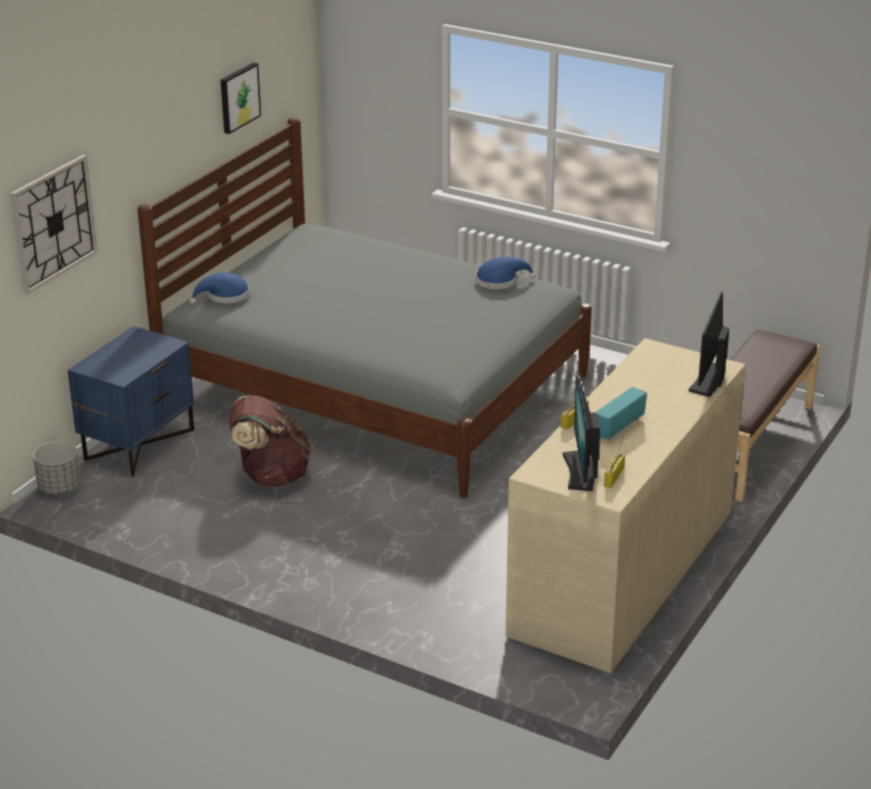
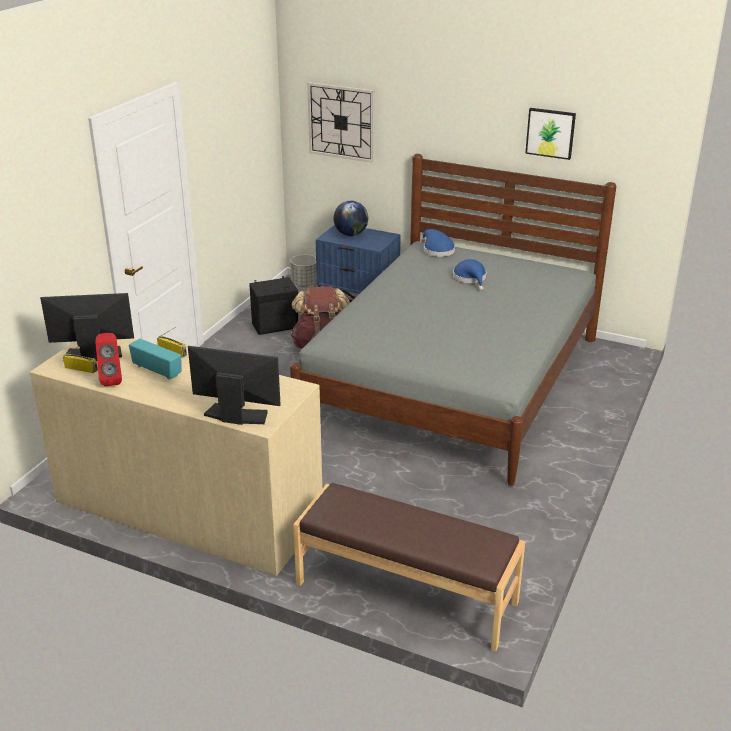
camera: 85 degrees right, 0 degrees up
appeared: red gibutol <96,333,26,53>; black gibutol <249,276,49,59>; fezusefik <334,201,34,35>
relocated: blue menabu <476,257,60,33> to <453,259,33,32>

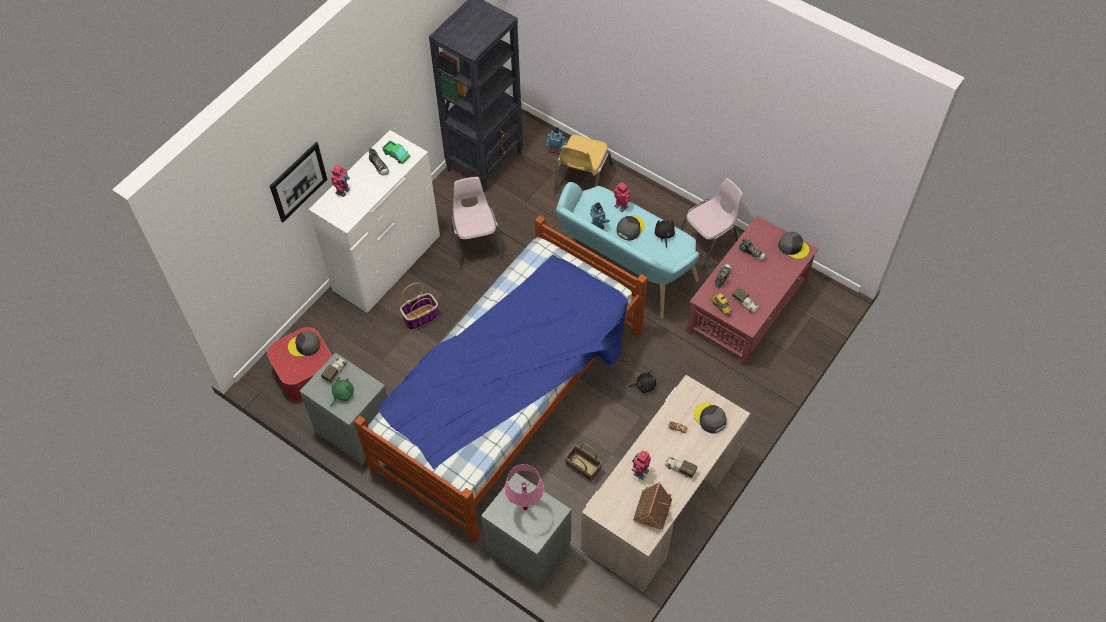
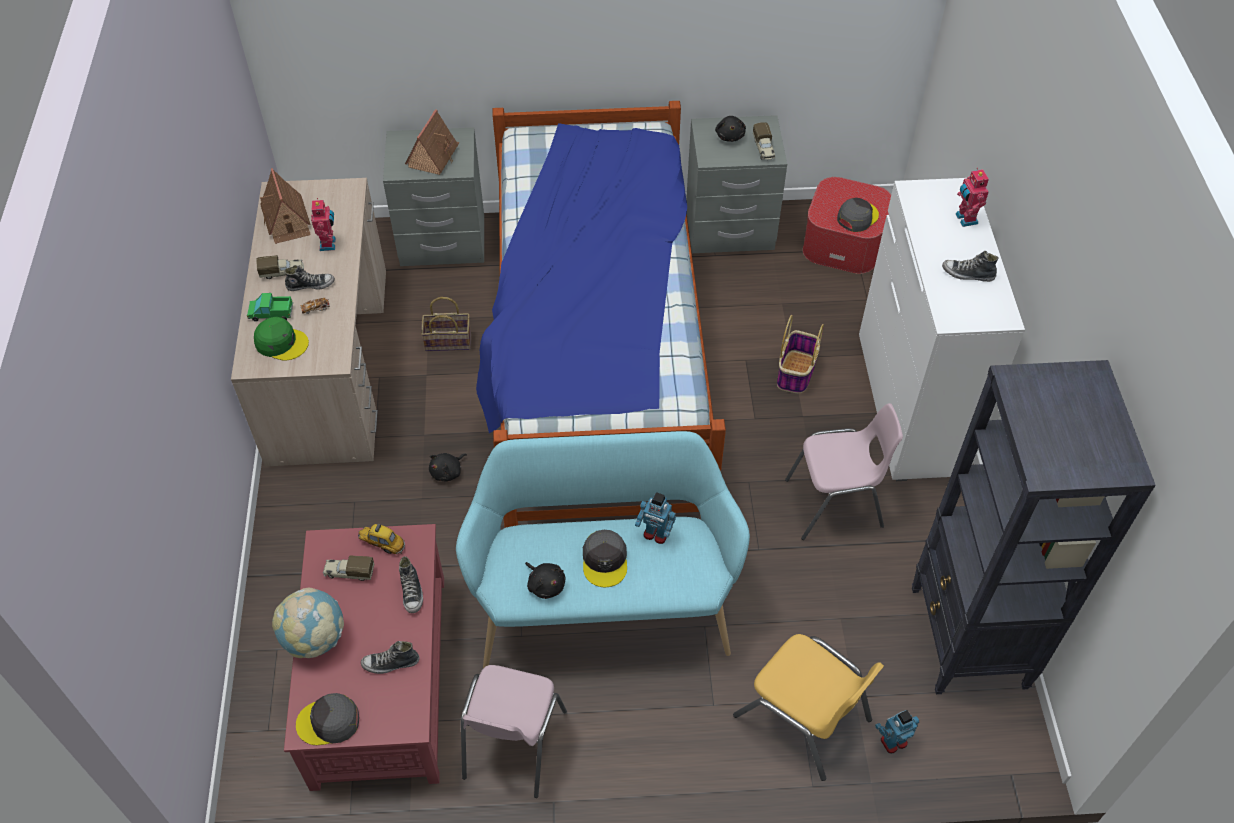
camera: 140 degrees right, 5 degrees down
missing: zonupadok <270,142,57,80>; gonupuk <613,182,18,30>
appeared: fezusefik <272,588,72,70>; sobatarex <284,265,51,26>
relocated: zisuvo <382,140,29,24> to <247,293,46,28>
exchanged: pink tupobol <504,464,40,46> to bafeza <405,109,55,66>
colour: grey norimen <694,402,32,31> to green norimen <254,317,55,44>; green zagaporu <330,377,24,30> to black zagaporu <715,116,31,26>
spun: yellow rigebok <554,135,59,59> = <733,634,151,147> 150 degrees clockwise; pink rigebok <451,177,52,92> = <785,403,118,137> 45 degrees counterclockwise

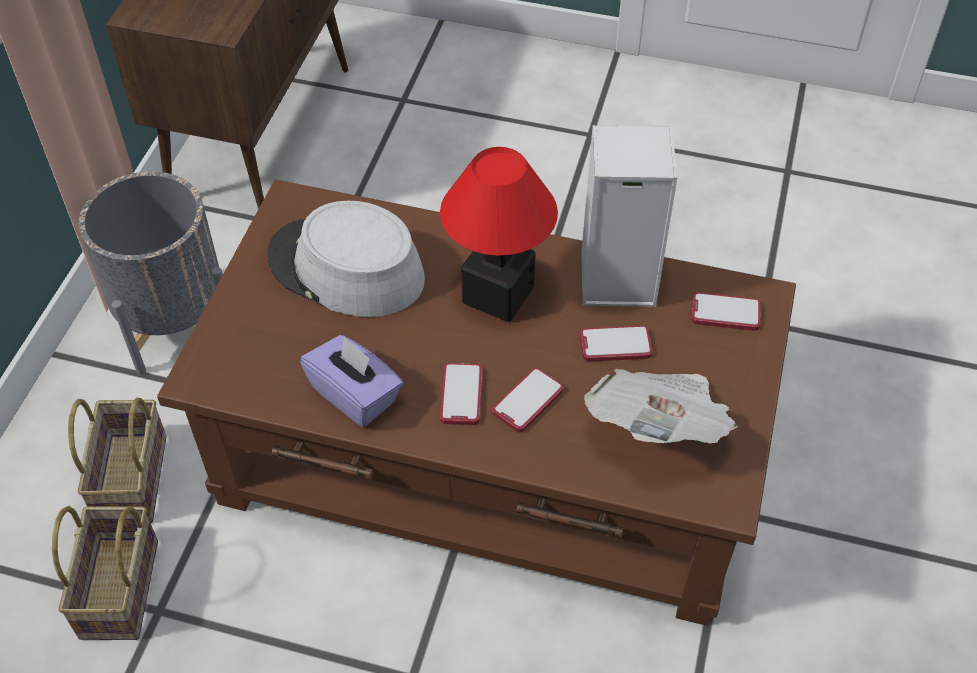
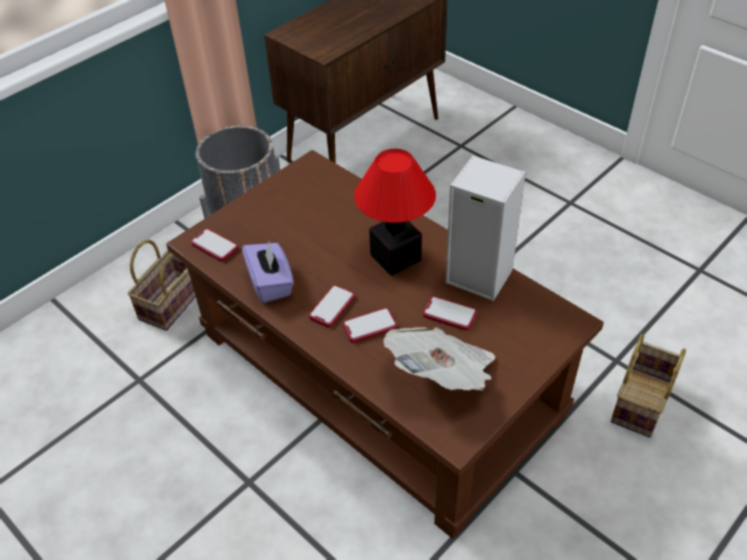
camera: 30 degrees right, 5 degrees down
missing: grey menabu <268,201,157,116>
relocated: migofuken <691,292,70,39> to <191,229,47,33>; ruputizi <52,506,106,134> to <611,334,75,103>

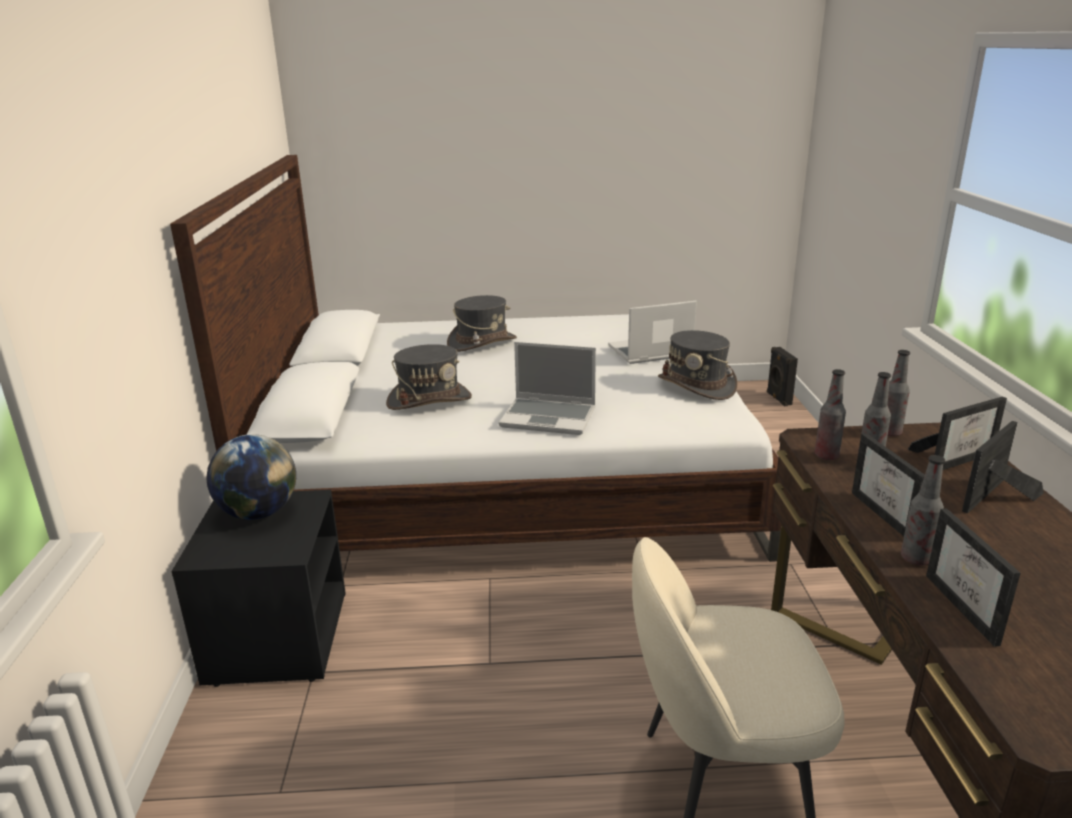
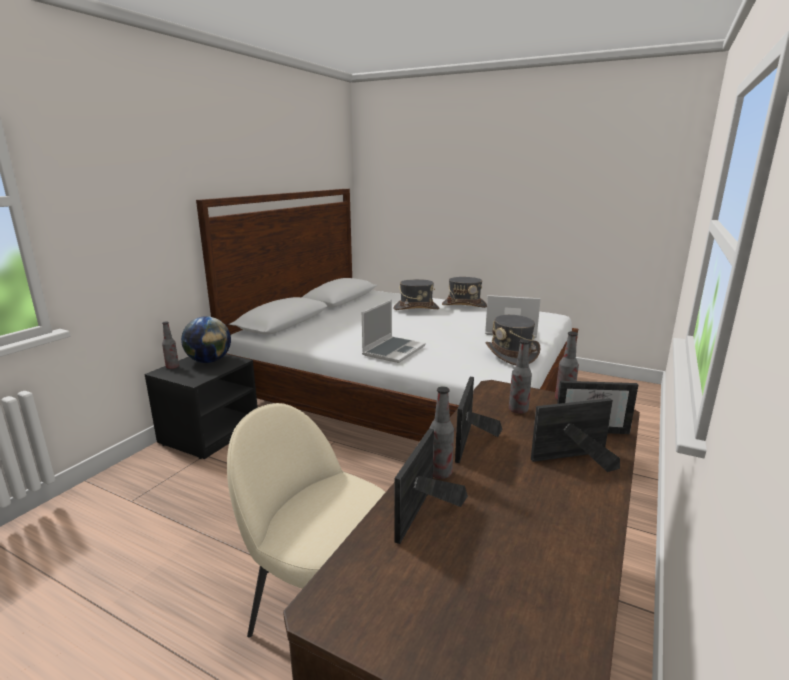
camera: 30 degrees right, 5 degrees down
missing: black gibutol <767,347,31,59>
relocated: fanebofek <815,369,31,91> to <162,321,17,48>; grey menabu <386,344,86,66> to <442,277,45,31>
spun: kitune <499,342,97,93> = <362,299,64,64> 105 degrees counterclockwise

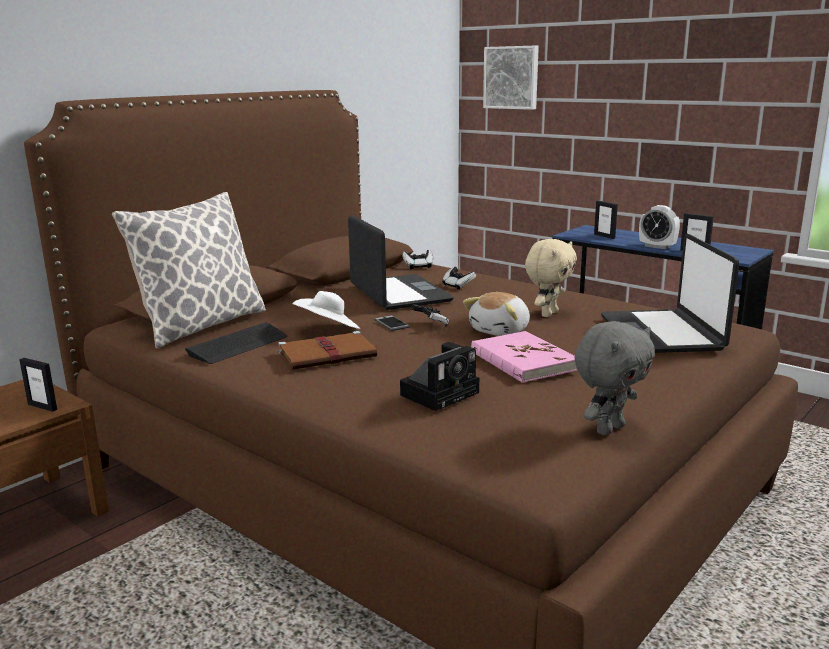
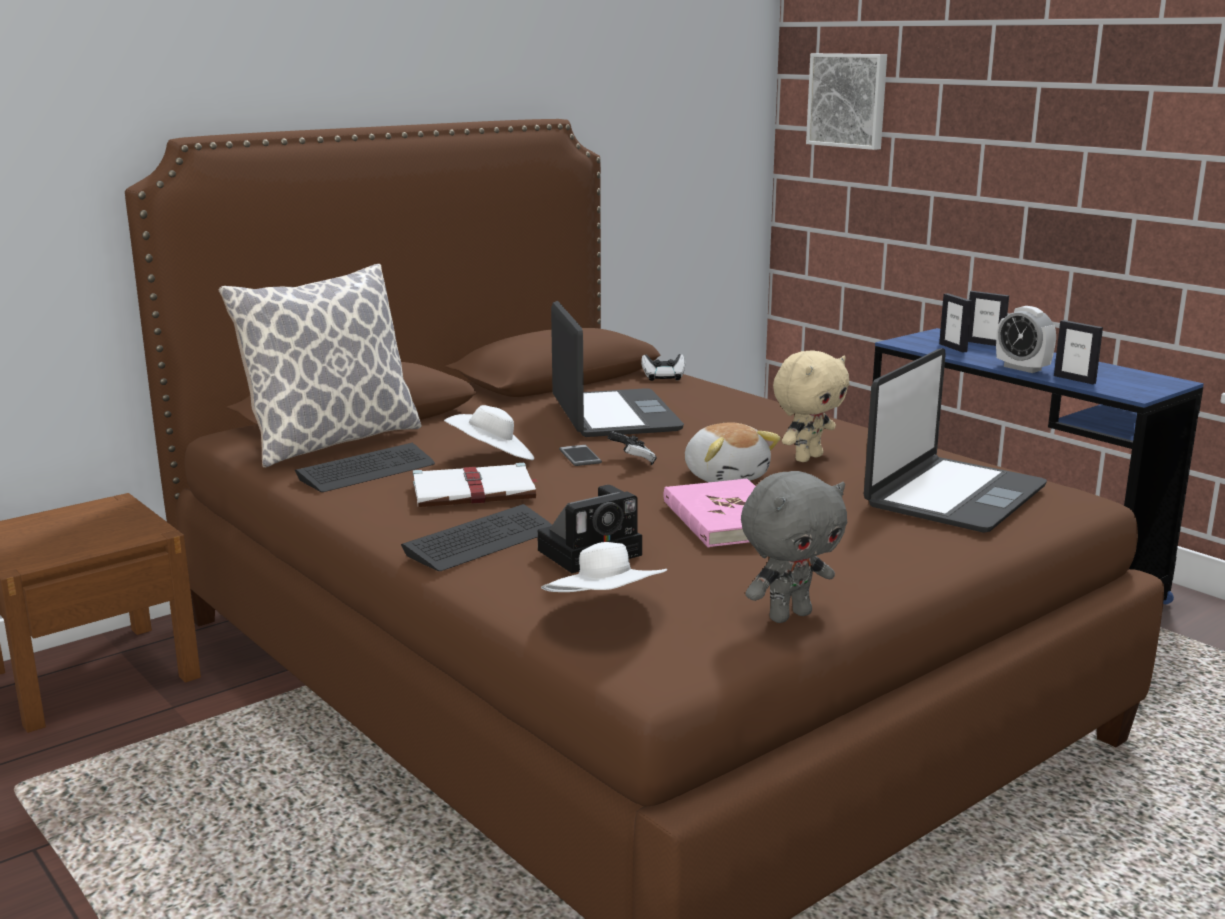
camera: 10 degrees right, 0 degrees up
missing: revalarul <442,267,34,23>
appeared: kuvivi <401,504,151,67>; white menabu <541,542,126,50>
relocated: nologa <19,358,38,54> to <968,291,41,55>
colour: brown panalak <278,331,99,39> to white panalak <412,463,127,44>
spun: zagaporu <463,292,67,44> = <685,422,96,60> 75 degrees counterclockwise; kitune <601,233,138,120> = <864,348,183,185> 150 degrees counterclockwise

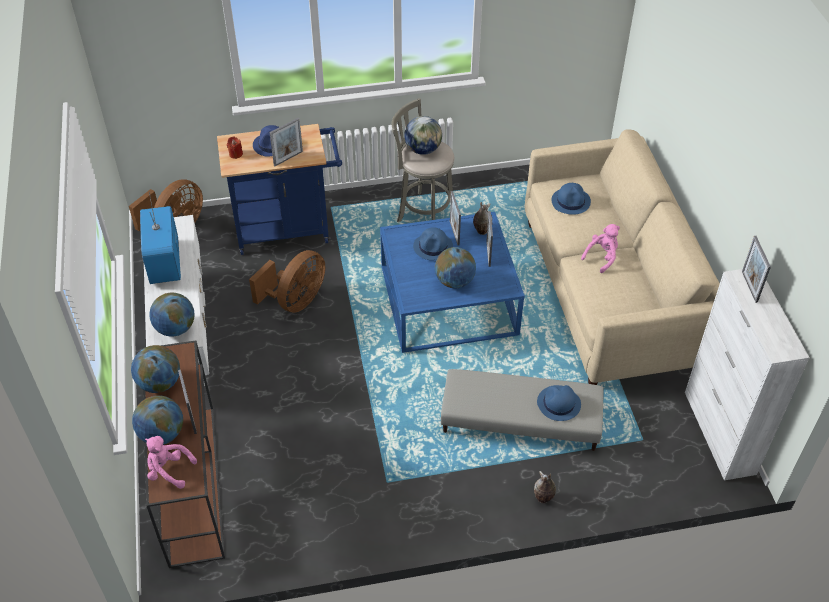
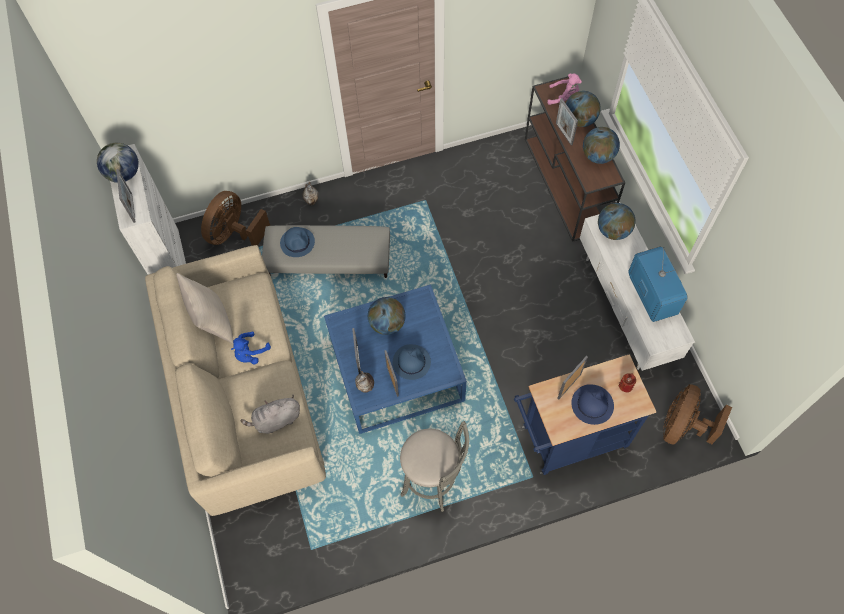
camera: 175 degrees right, 15 degrees up
appeared: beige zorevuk <176,273,57,71>
relocated: fezusefik <404,116,38,39> to <97,143,42,40>; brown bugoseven <249,250,76,63> to <201,191,69,55>
exchanged: blue menabu <552,183,39,32> to grey zagaporu <240,395,60,39>
colour: pink zagaporu <581,224,39,49> to blue zagaporu <231,331,40,33>

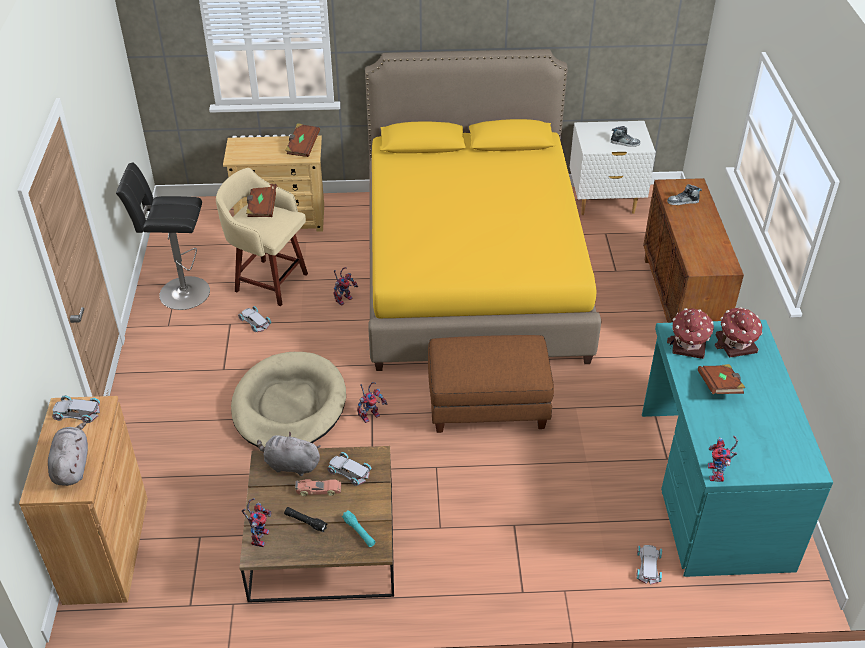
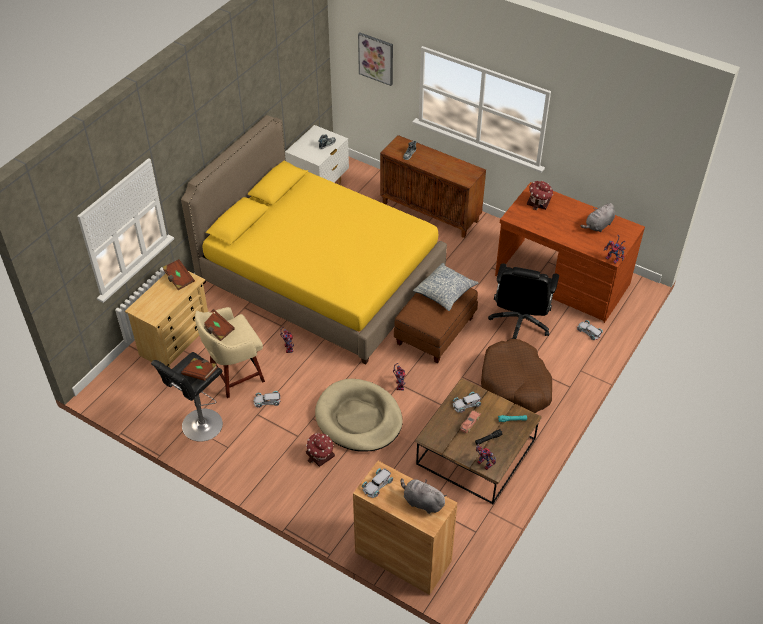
camera: 55 degrees left, 5 degrees up
appeared: zonupadok <358,33,35,53>; zorevuk <413,263,65,48>; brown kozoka <481,339,71,74>; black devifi <488,264,71,75>
relocated: brown panalak <698,364,47,30> to <181,358,37,23>; bafeza <667,308,47,51> to <306,433,29,34>; grey zagaporu <257,432,64,44> to <581,203,34,29>
colour: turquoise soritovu <642,320,191,257> to brown soritovu <495,182,150,141>

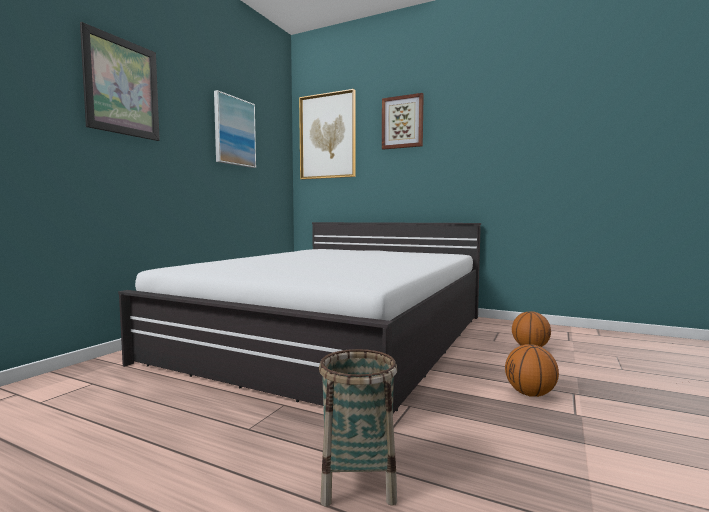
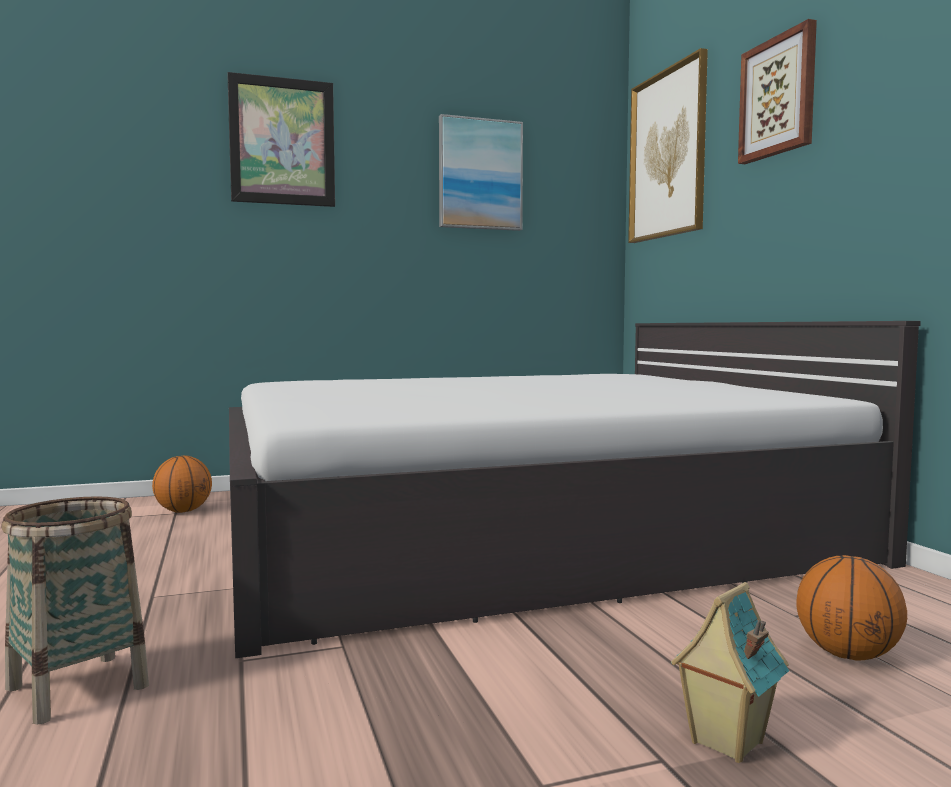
camera: 45 degrees right, 0 degrees up
appeared: bafeza <671,582,118,181>
relocated: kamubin <505,344,54,53> to <152,455,60,58>

